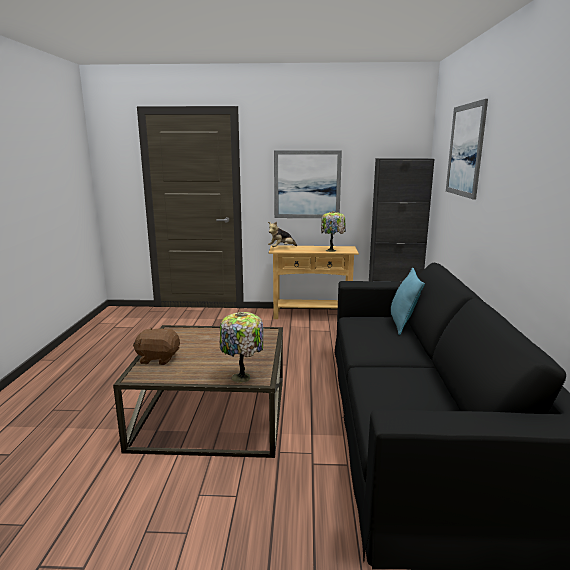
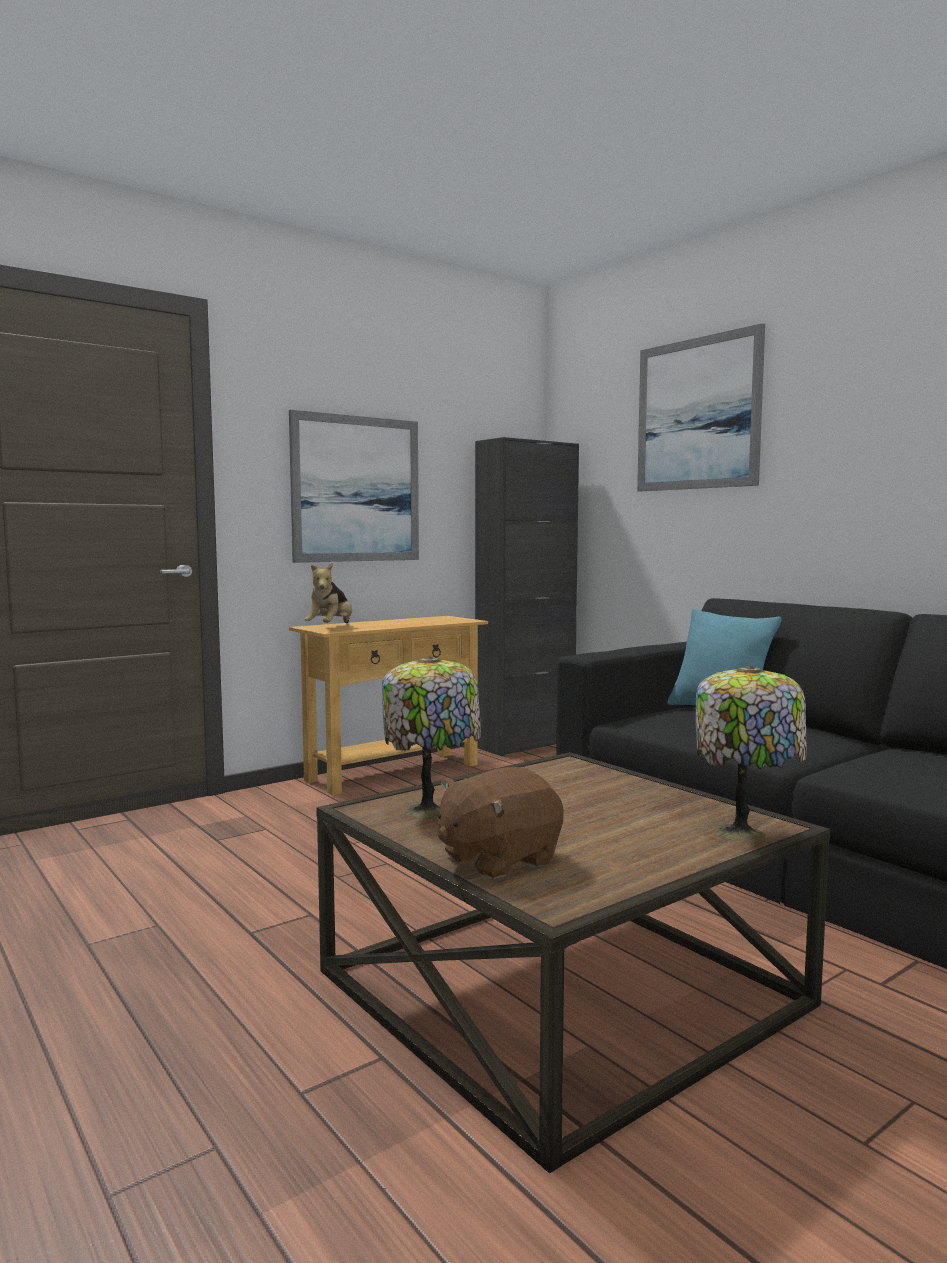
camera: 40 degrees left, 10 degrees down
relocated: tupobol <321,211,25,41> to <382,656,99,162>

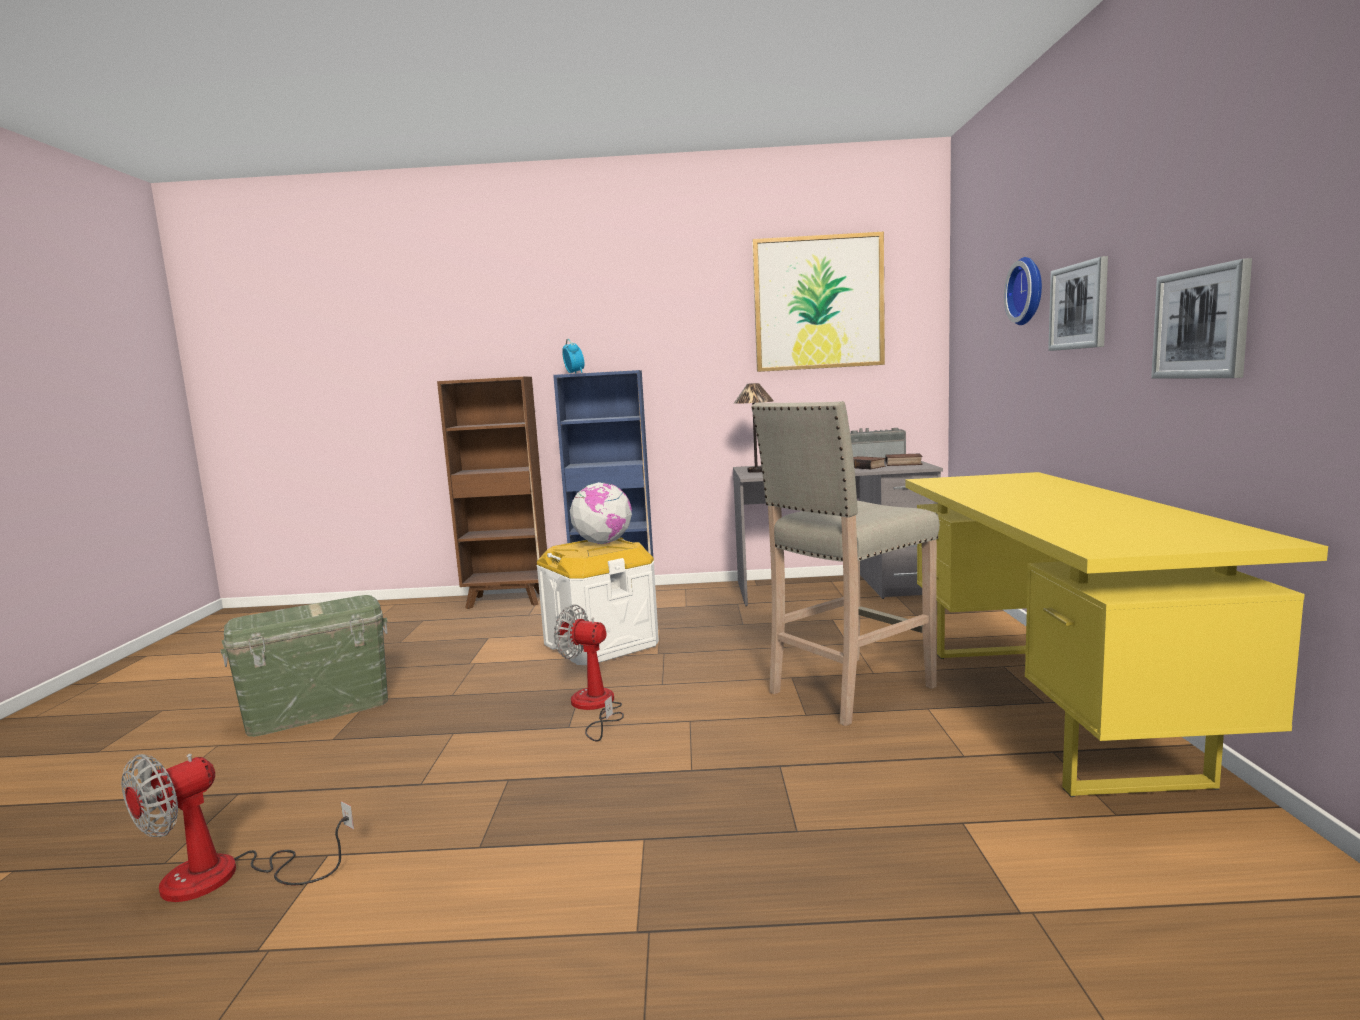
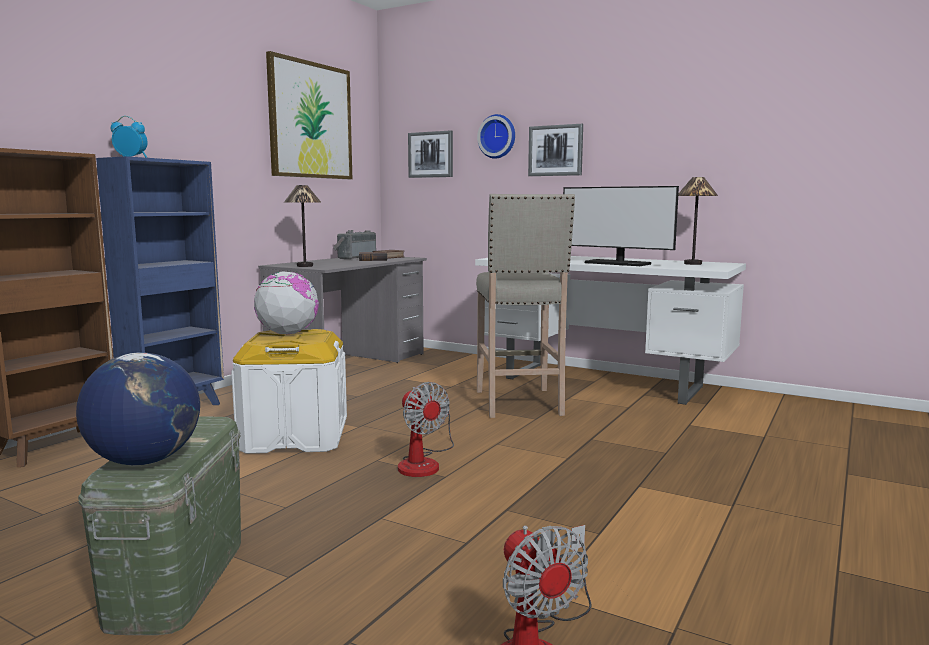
camera: 60 degrees left, 0 degrees up
appeared: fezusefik <76,352,124,114>; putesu <563,186,116,80>; tupobol <678,177,40,88>
relocated: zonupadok <1151,258,101,121> to <408,130,45,48>
colour: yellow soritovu <905,472,423,325> to white soritovu <475,256,271,149>
spun: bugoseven <554,605,70,137> = <398,382,56,95> 90 degrees counterclockwise

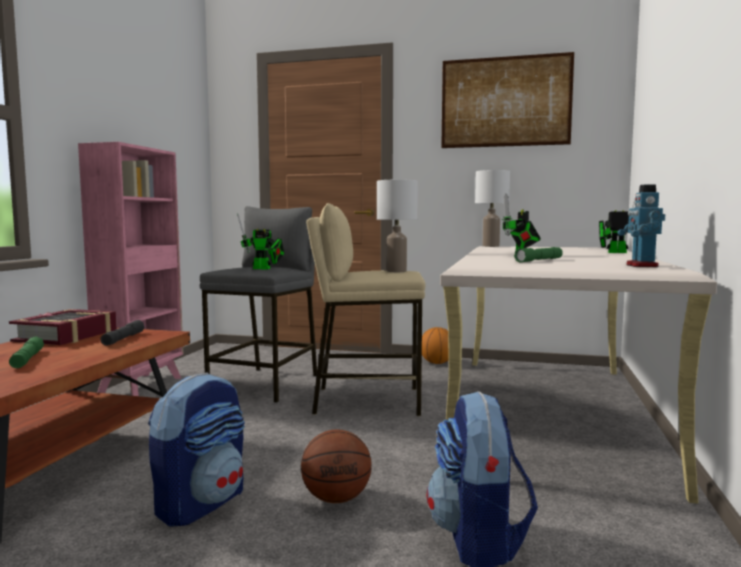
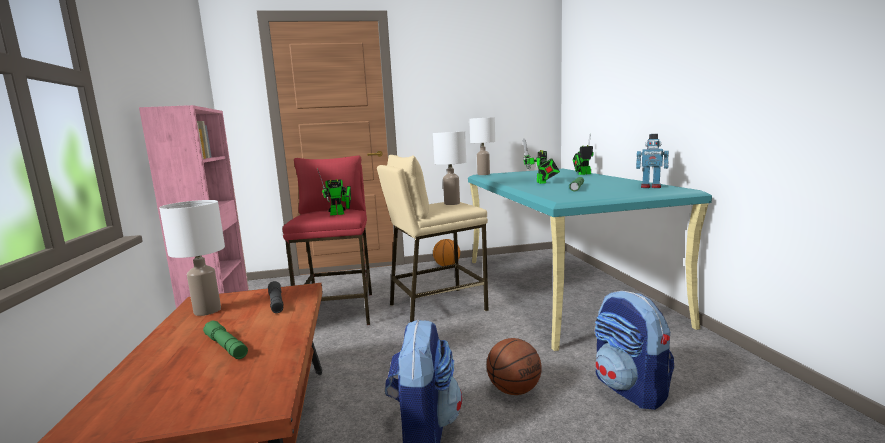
camera: 25 degrees left, 5 degrees up
missing: zonupadok <441,52,133,96>
exchanged: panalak <9,309,108,36> to white tupobol <159,200,66,116>
colour: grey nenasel <200,206,117,197> to red nenasel <283,156,89,169>; beige soritovu <440,246,277,258> to turquoise soritovu <468,169,244,182>
spun: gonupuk <617,184,48,83> = <636,134,33,54> 45 degrees counterclockwise

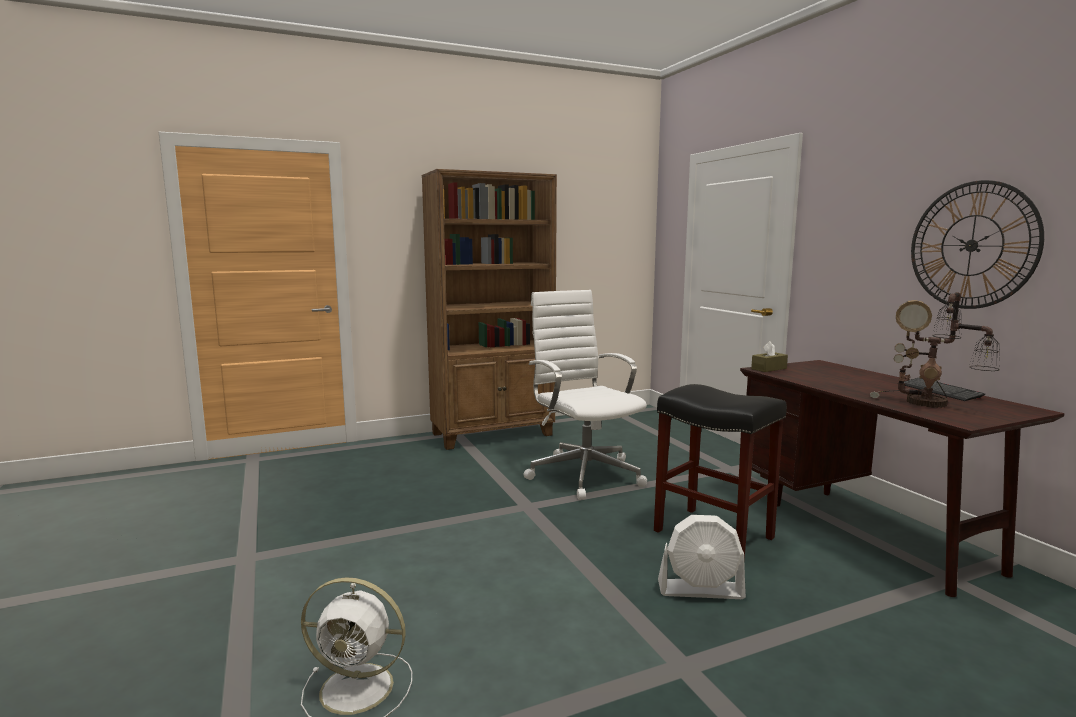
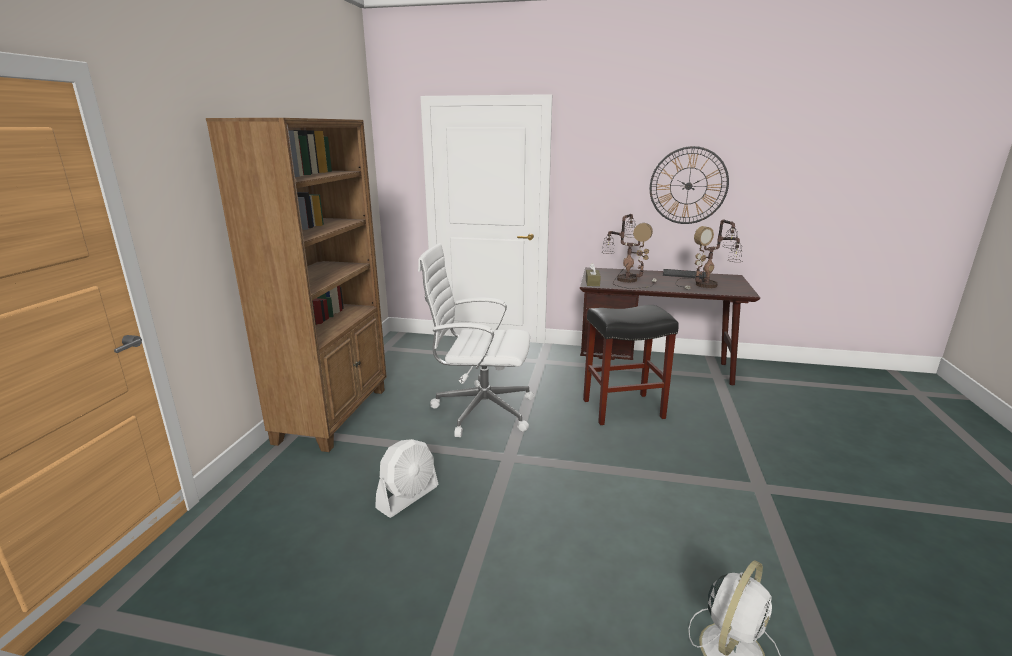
camera: 55 degrees left, 10 degrees up
appeared: tupobol <602,214,55,75>
relocated: white bugoseven <658,515,88,84> to <375,439,63,79>

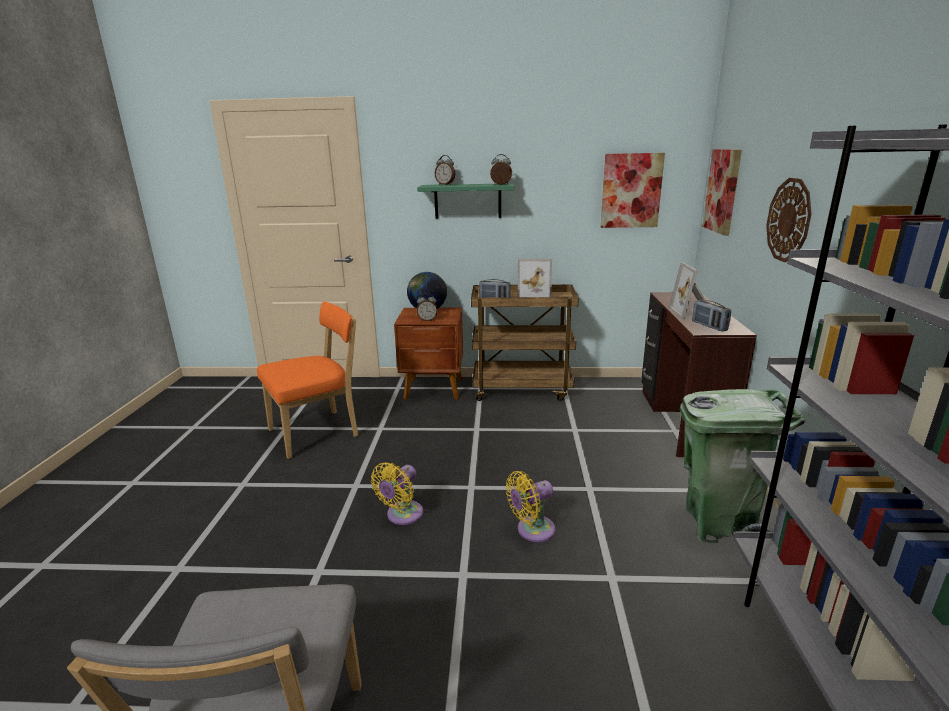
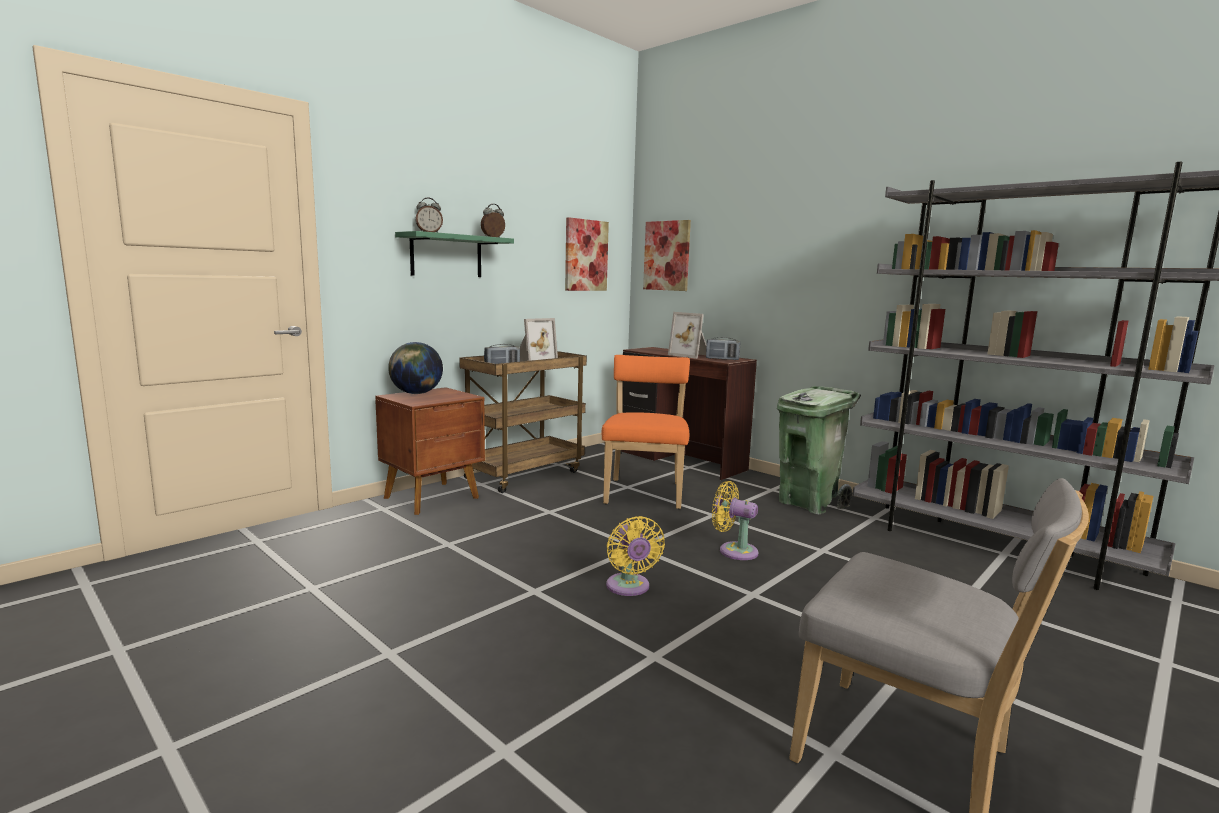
camera: 50 degrees left, 10 degrees down
missing: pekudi <417,293,21,28>; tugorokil <766,178,46,84>
relocated: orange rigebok <257,301,101,158> to <602,355,88,154>
spun: yellow bugoseven <506,471,50,71> = <712,481,47,79> 105 degrees clockwise

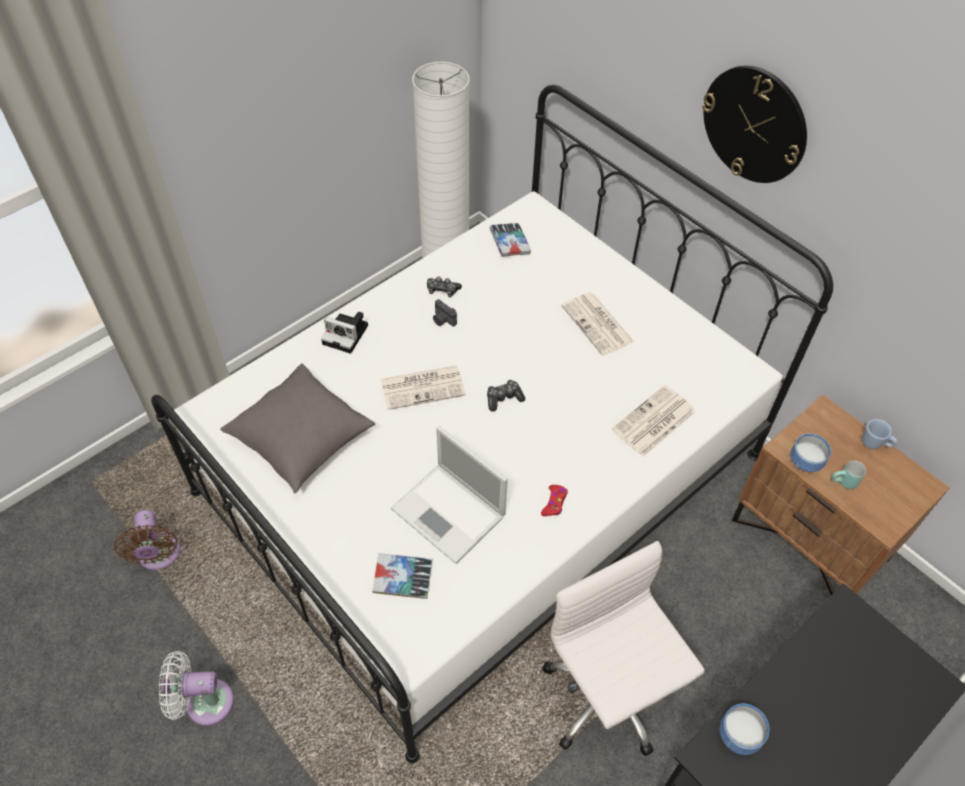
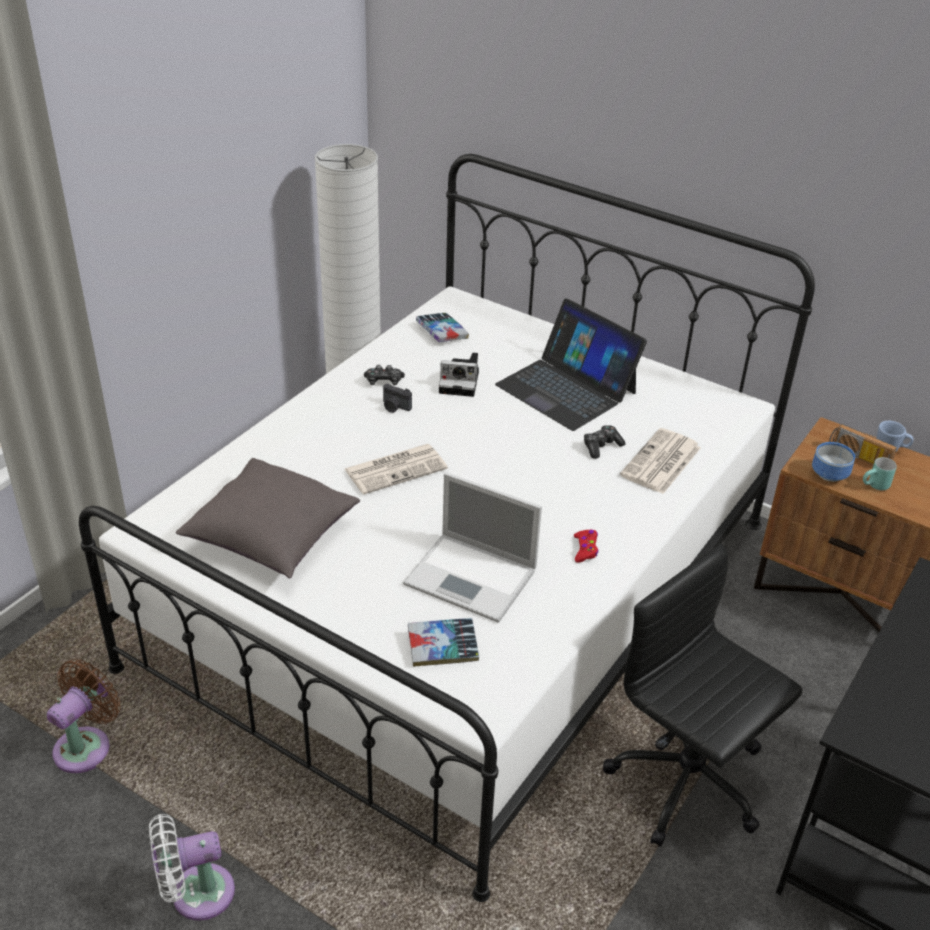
camera: 15 degrees left, 15 degrees down
missing: tugorokil <702,66,105,117>; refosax <720,703,49,52>
appeared: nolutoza <829,424,68,41>
relocated: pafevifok <321,312,47,42> to <439,353,40,44>; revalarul <487,380,38,32> to <584,425,41,34>
exchanged: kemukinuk <561,293,73,63> to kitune <495,299,152,132>
colour: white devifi <543,541,162,215> to black devifi <603,543,199,304>
spun: brown bugoseven <114,510,66,60> = <47,659,74,114> 120 degrees counterclockwise

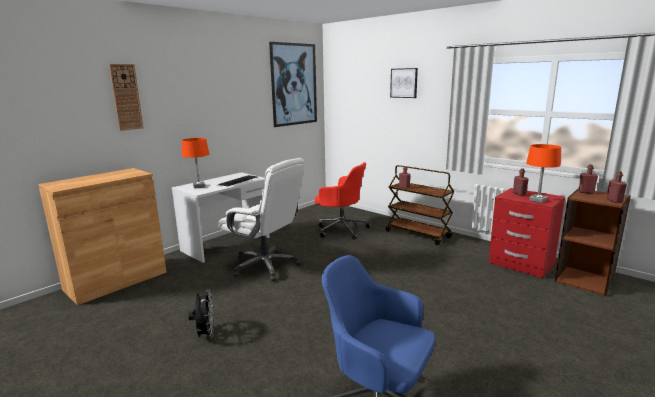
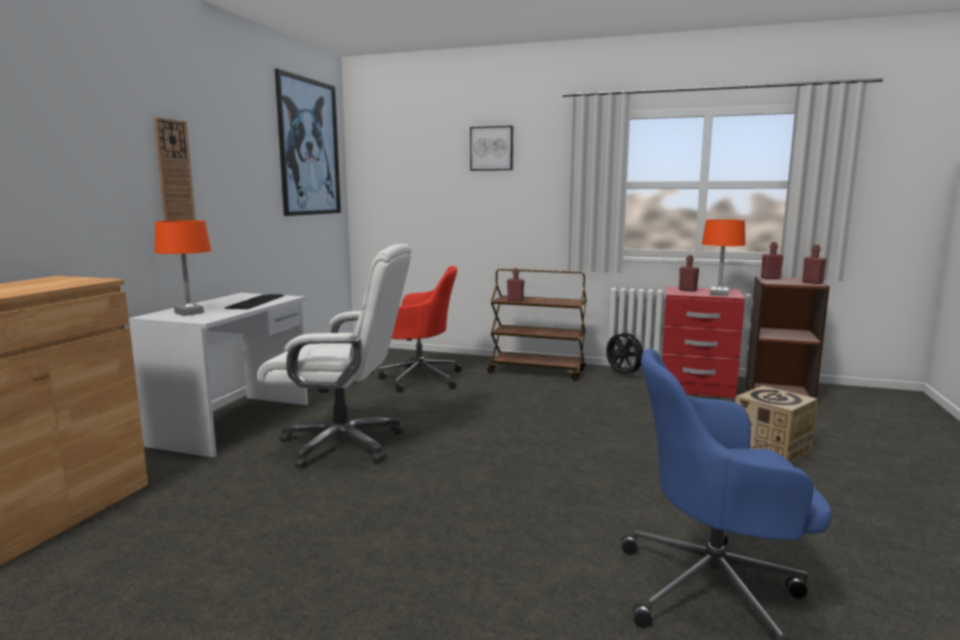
camera: 25 degrees left, 5 degrees down
appeared: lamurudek <735,386,83,77>
relocated: tugorokil <109,64,35,67> to <154,117,41,104>; black bugoseven <188,289,26,50> to <606,330,39,45>

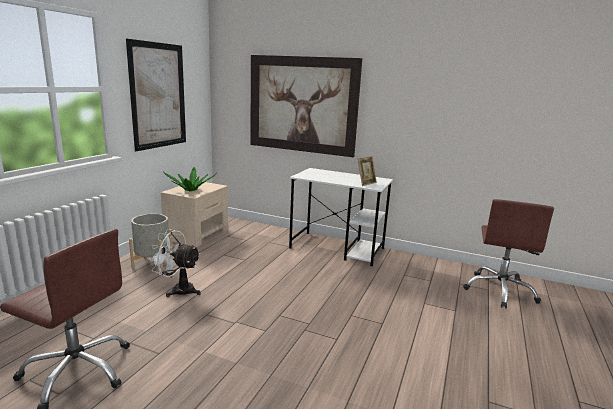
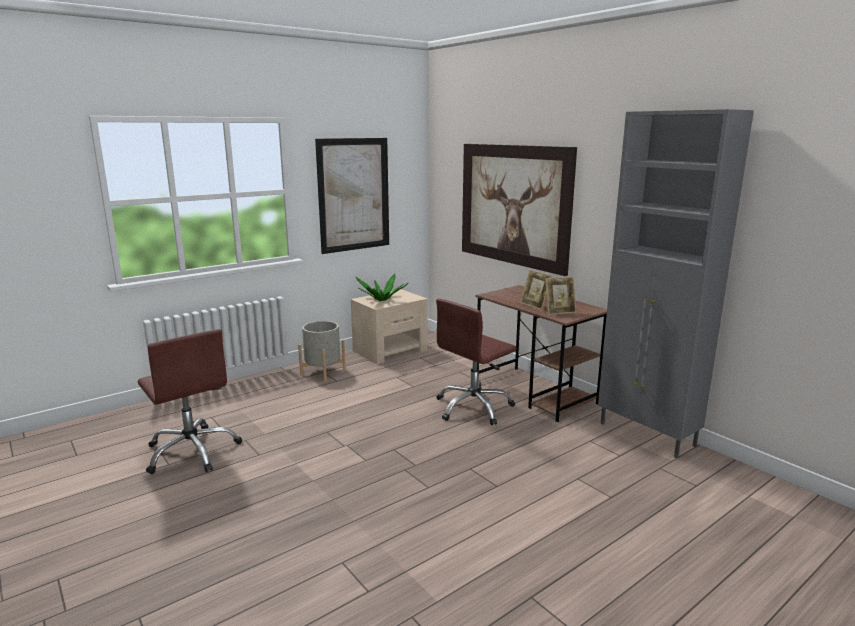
camera: 30 degrees right, 0 degrees up
missing: white bugoseven <149,229,52,68>
appeared: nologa <520,270,32,40>; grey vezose <598,109,156,349>
relocated: brown devifi <463,199,91,109> to <436,298,80,127>
colour: white soritovu <289,168,104,98> to brown soritovu <476,285,131,137>

